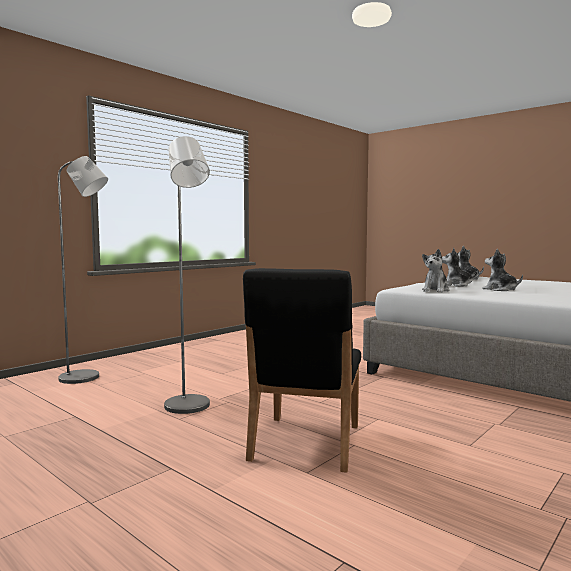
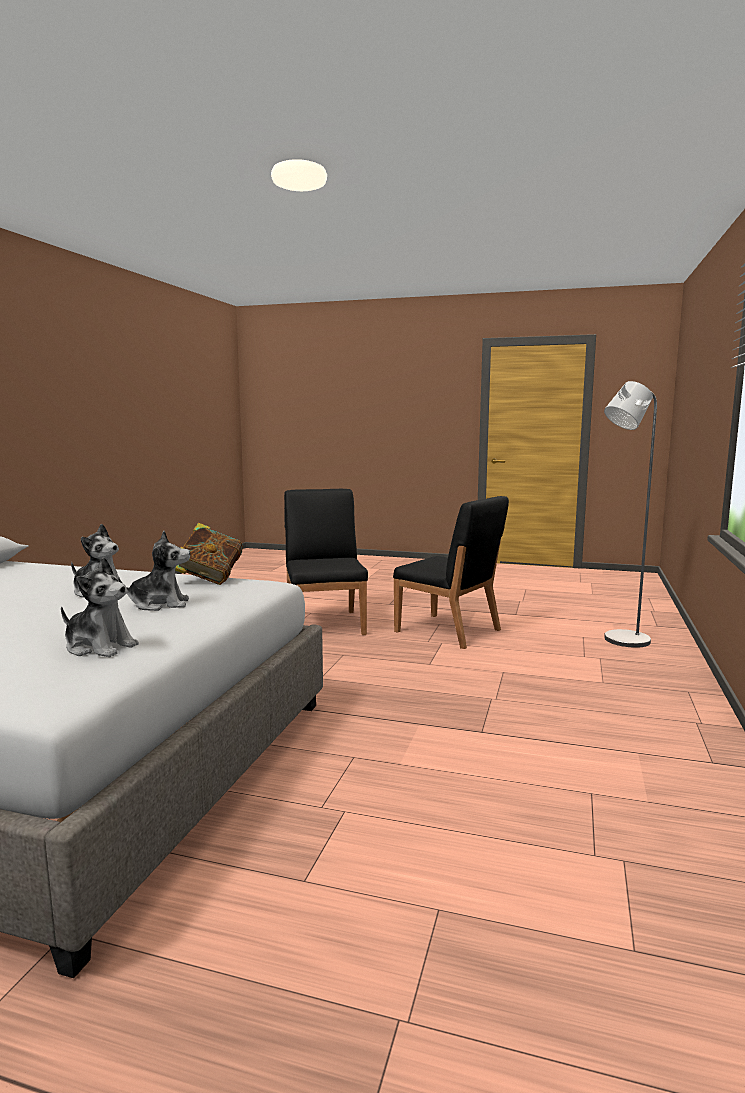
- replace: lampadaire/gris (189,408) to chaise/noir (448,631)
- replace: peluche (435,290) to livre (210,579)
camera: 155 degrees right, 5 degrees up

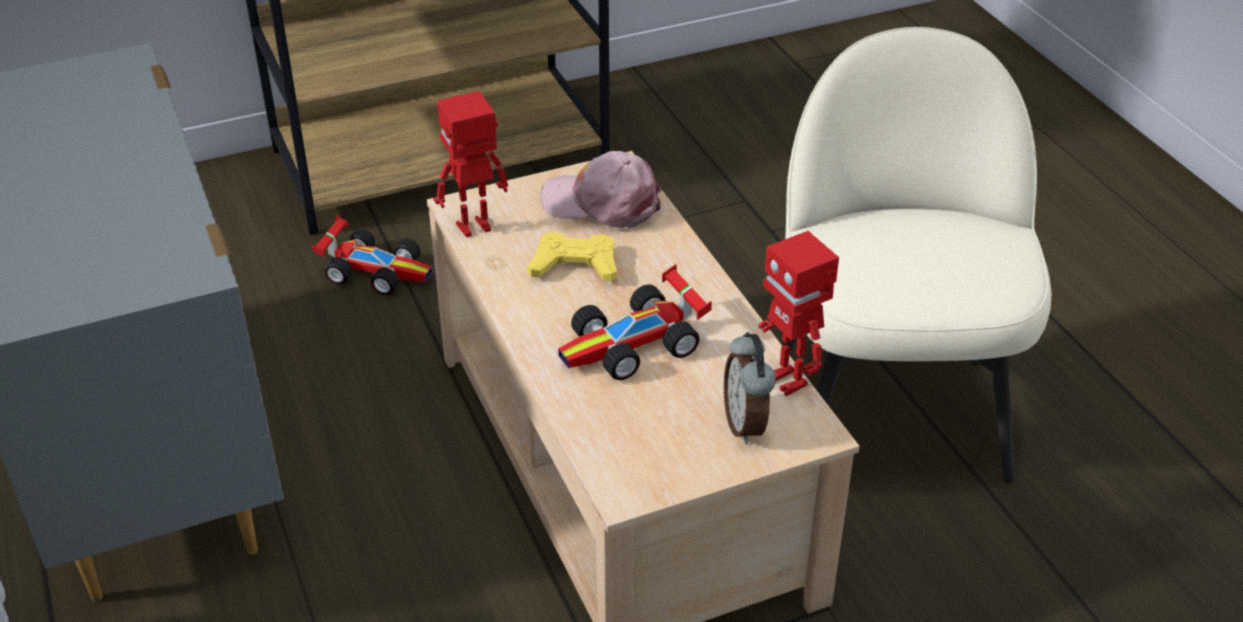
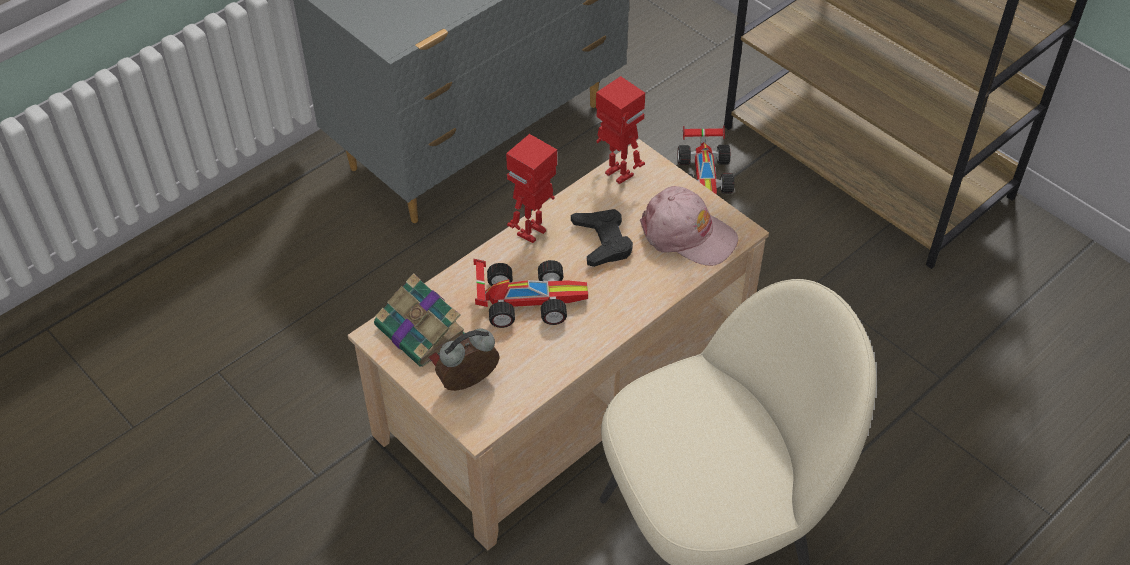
- recolor: manette/jaune (575,265) to manette/noir (602,241)
- rotate: casquette/rose (602,202) = (687,234) 120 degrees clockwise
- rotate: petite voiture (634,345) = (527,299) 135 degrees clockwise
- move: robot jouet (789,380) to (533,233)
- insert: livre (422,333)
camera: 70 degrees right, 10 degrees up

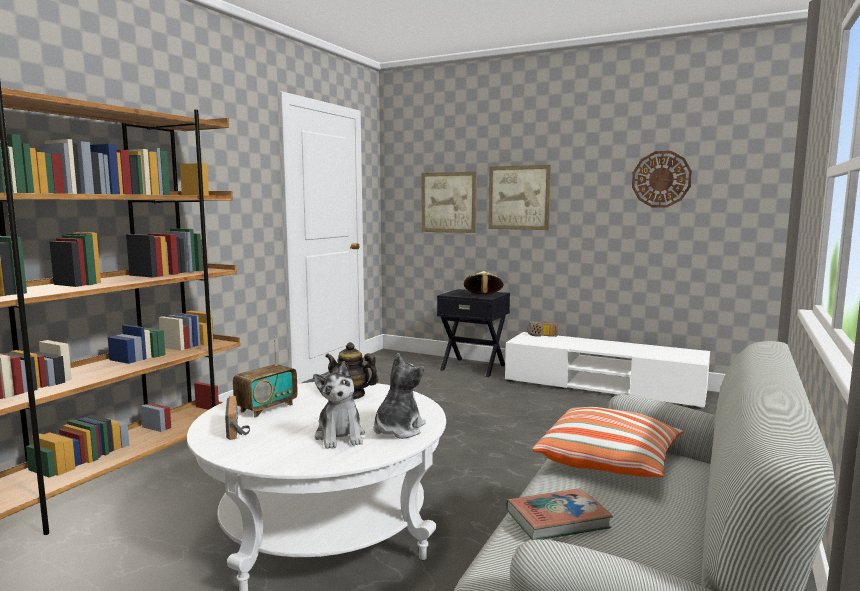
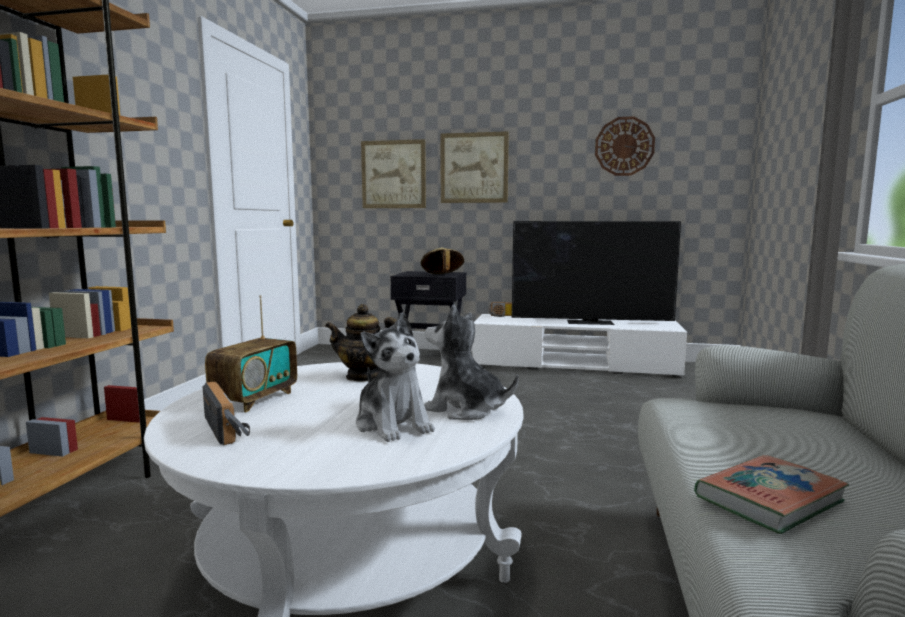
- rotate: peluche (398,430) = (465,409) 75 degrees counterclockwise
- delete: coussin (608,462)
- insert: téléviseur (591,322)
camera: 15 degrees left, 0 degrees up

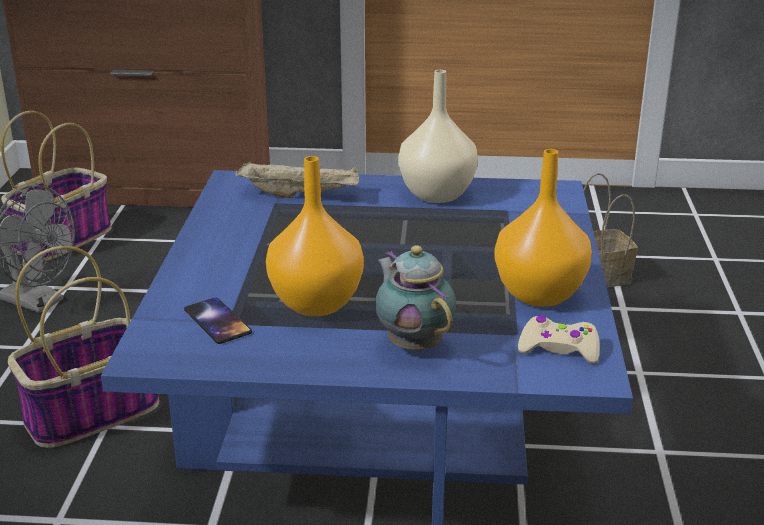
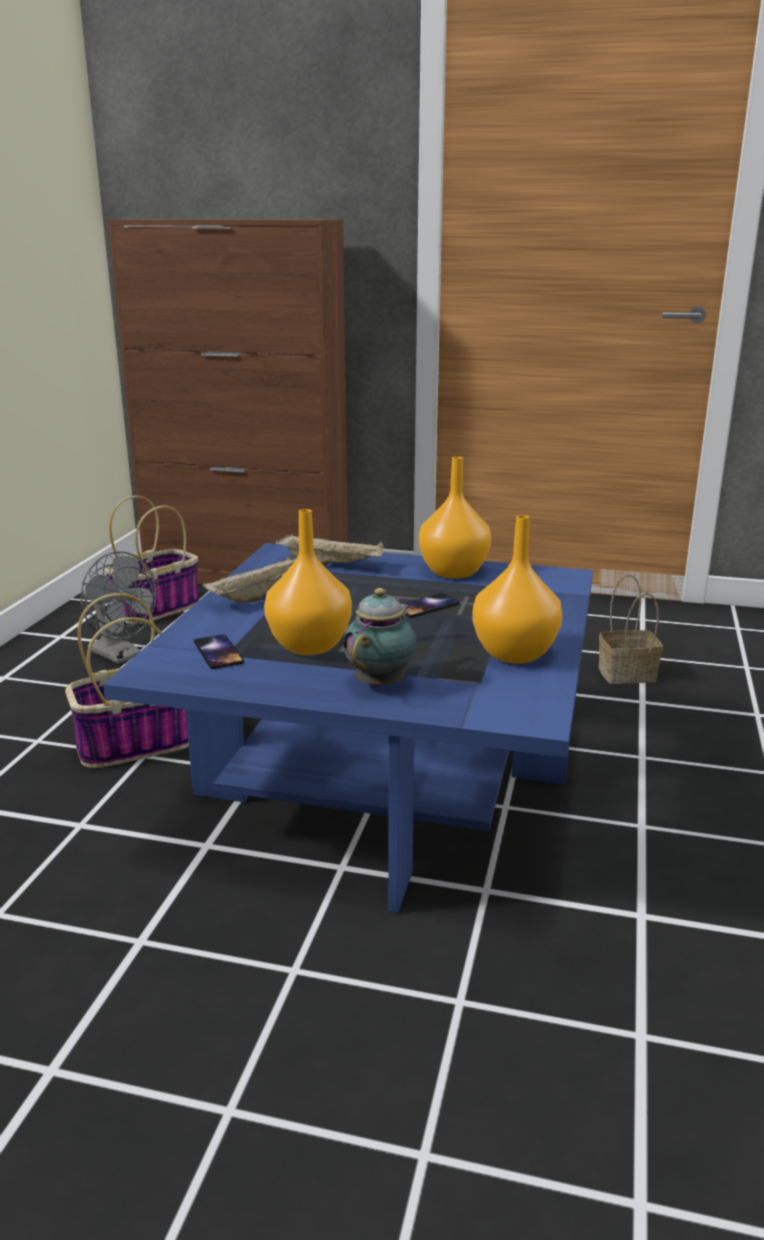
- rotate: théière (413,343) = (382,682) 45 degrees clockwise
- recolor: vase/beige (438,194) to vase/orange (455,572)
- delete: manette/beige (558,349)
- insert: plateau/beige (262,595)
- insert: téléphone (426,606)
camera: 10 degrees right, 5 degrees down

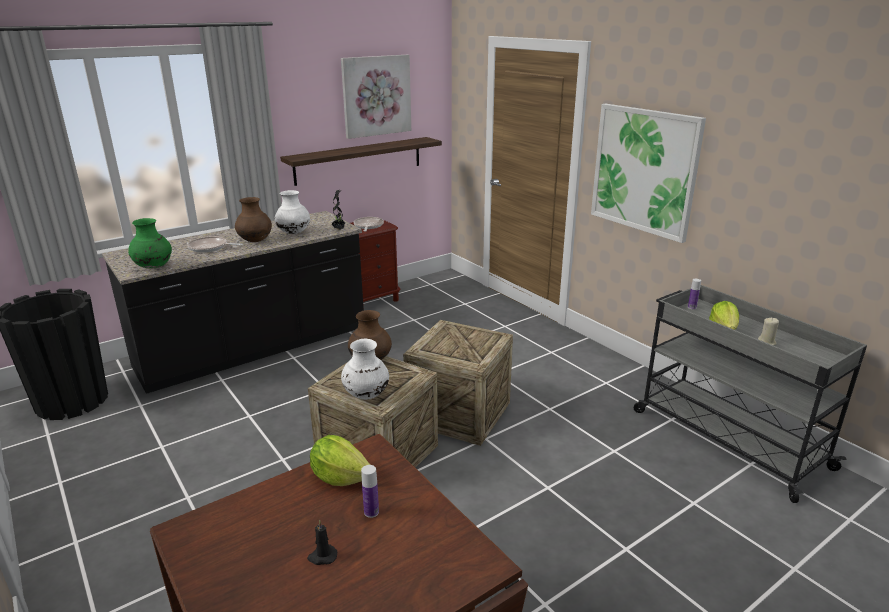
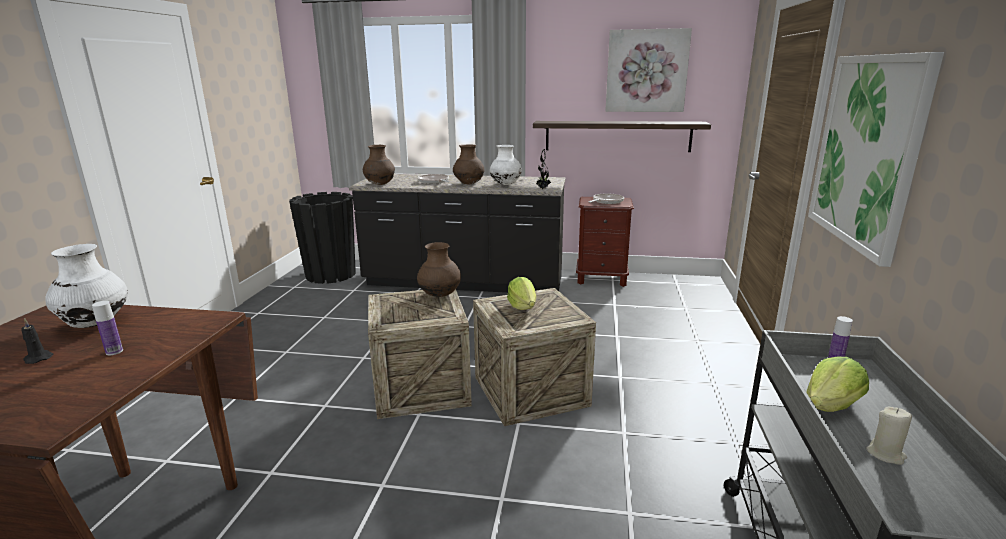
- recolor: vase/vert (153,267) to vase/marron (380,184)
- move: laitue (340,477) to (522,307)
- move: vase/blanc (366,395) to (95,324)
camera: 45 degrees right, 5 degrees down

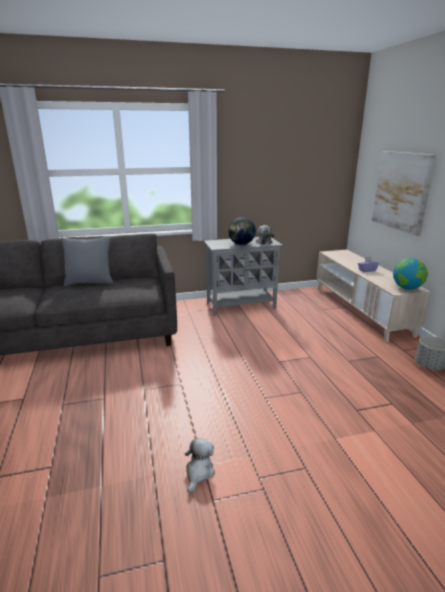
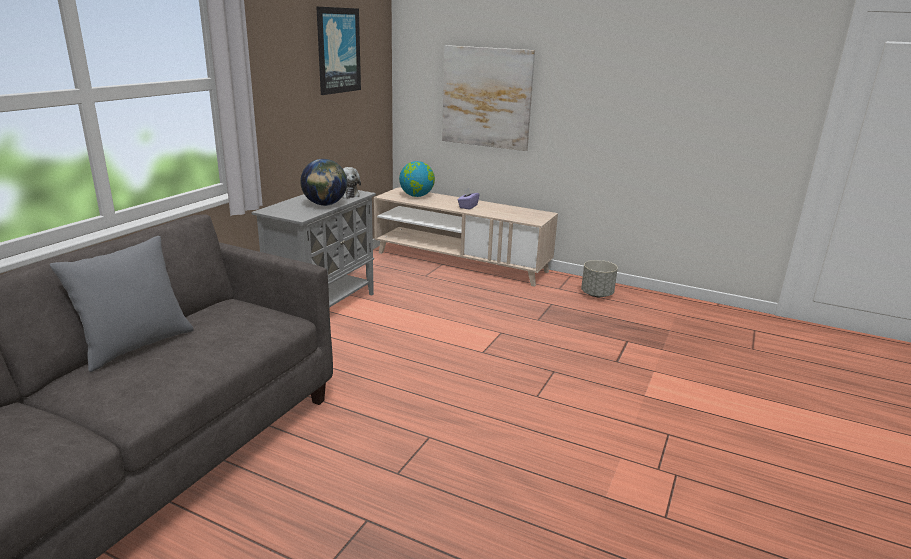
- delete: peluche (199,472)
- move: globe (407,288) to (417,196)
- insert: tableau (338,50)
camera: 50 degrees left, 0 degrees up

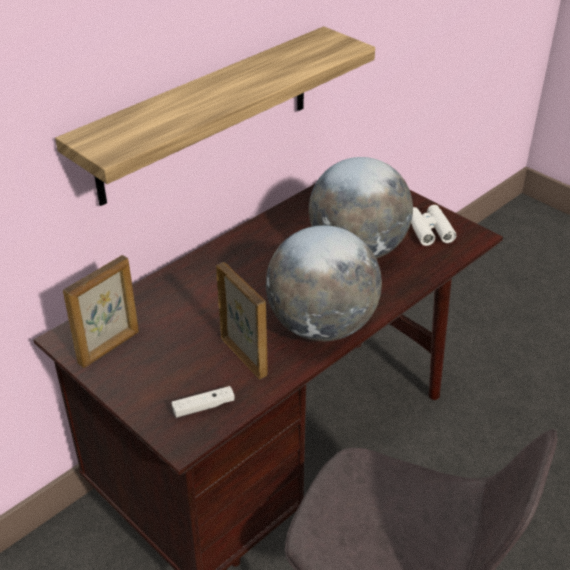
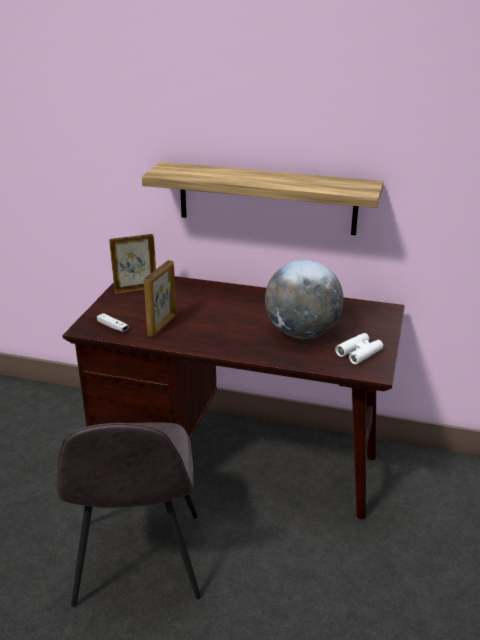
- rotate: cadre photo (110,348) = (135,289) 150 degrees clockwise
- delete: globe (321,326)
camera: 60 degrees right, 10 degrees down

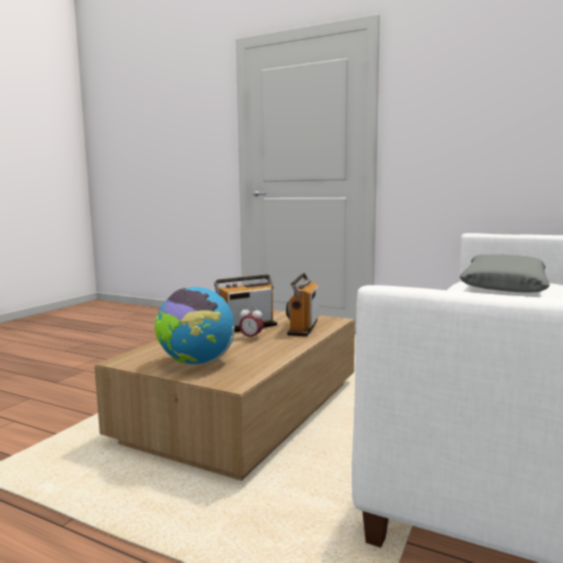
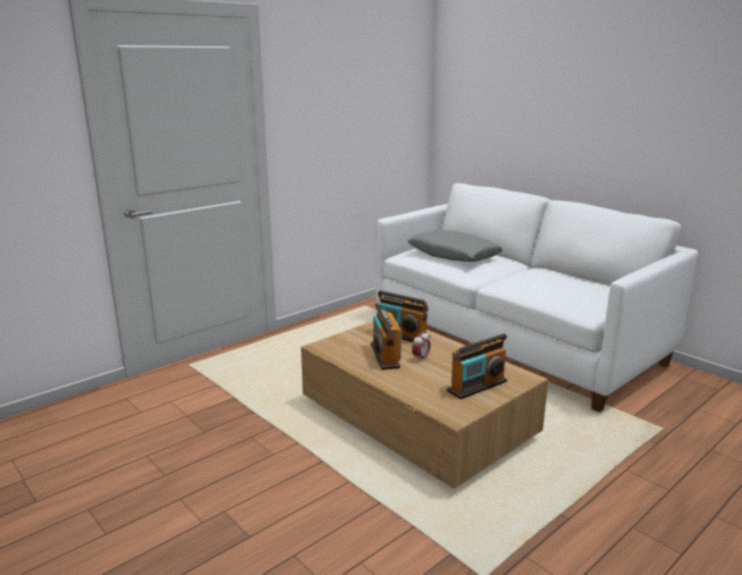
- replace: globe (196,363) to radio (477,386)
camera: 70 degrees left, 10 degrees up

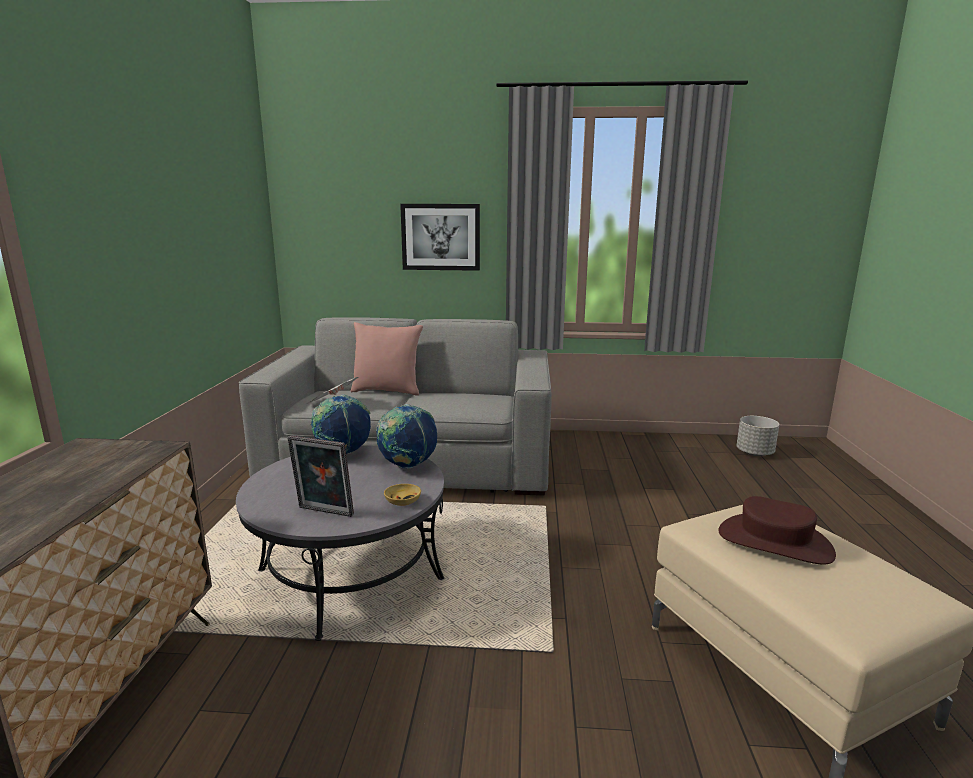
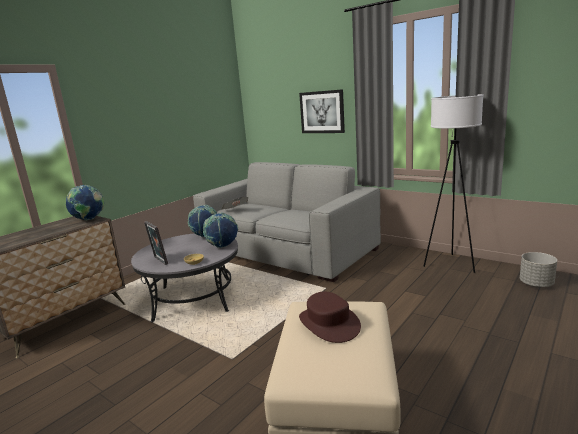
- delete: coussin/rose (387,391)
- insert: globe (89,220)
- insert: lampadaire/blanc (450,264)
camera: 35 degrees right, 0 degrees up

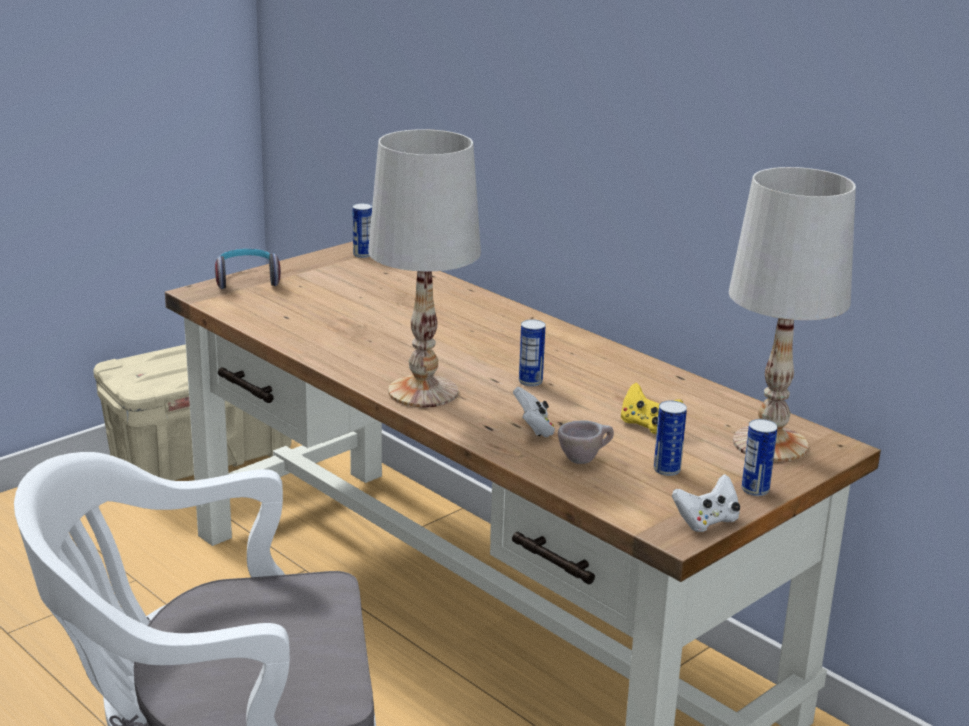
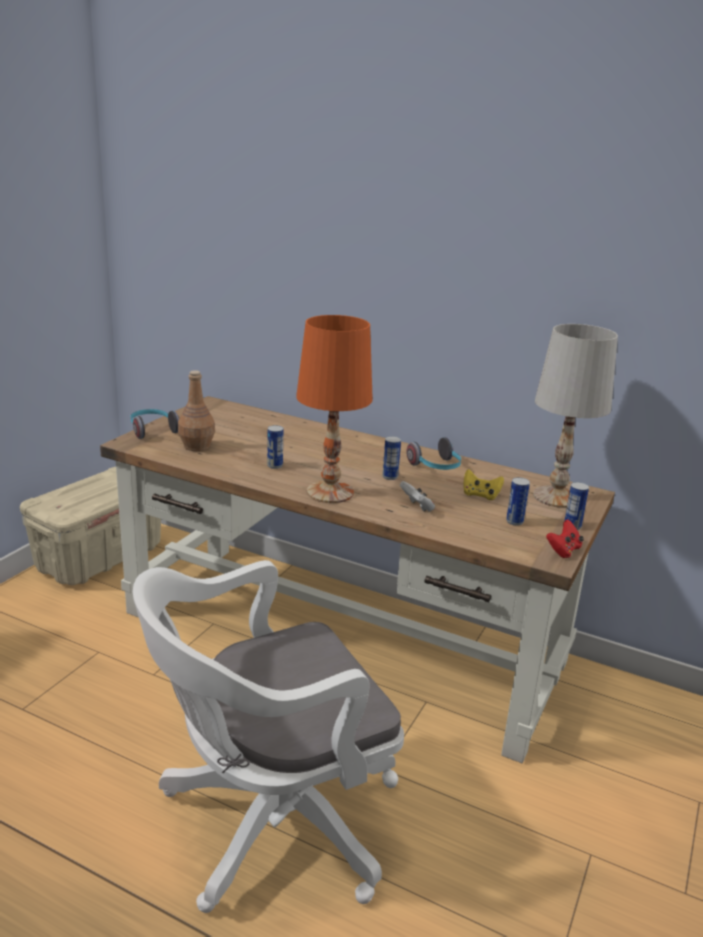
- move: boîte métallique (362,254) to (275,465)
- recolor: lampe de table/blanc (424,392) to lampe de table/orange (330,492)
- delete: tasse/beige (584,459)
- recolor: manette/blanc (706,521) to manette/rouge (563,550)
- insert: bouteille/marron (196,446)
- insert: casque audio (436,467)
camera: 20 degrees left, 0 degrees up

